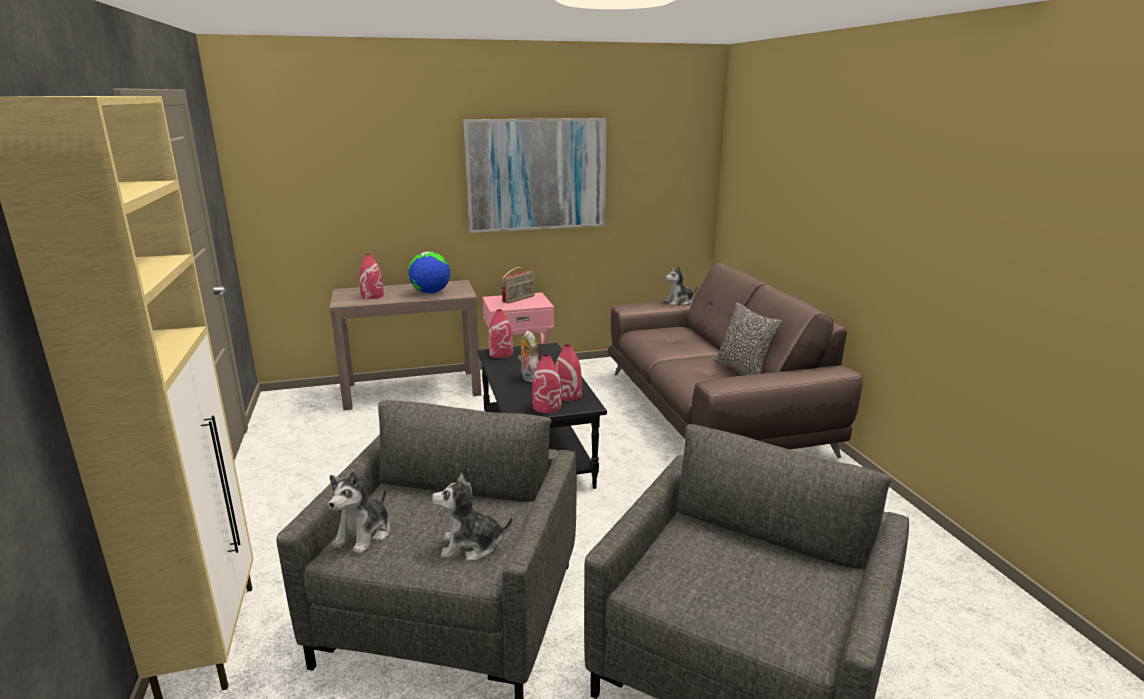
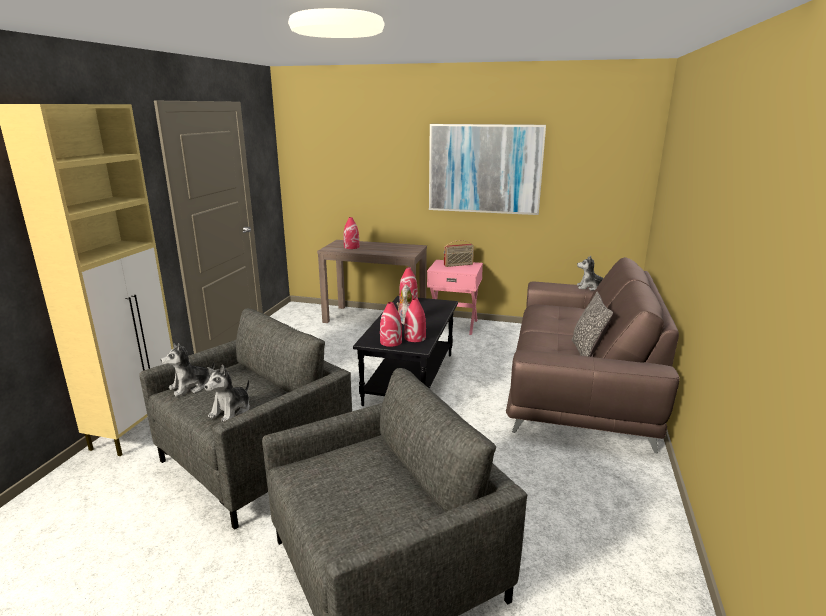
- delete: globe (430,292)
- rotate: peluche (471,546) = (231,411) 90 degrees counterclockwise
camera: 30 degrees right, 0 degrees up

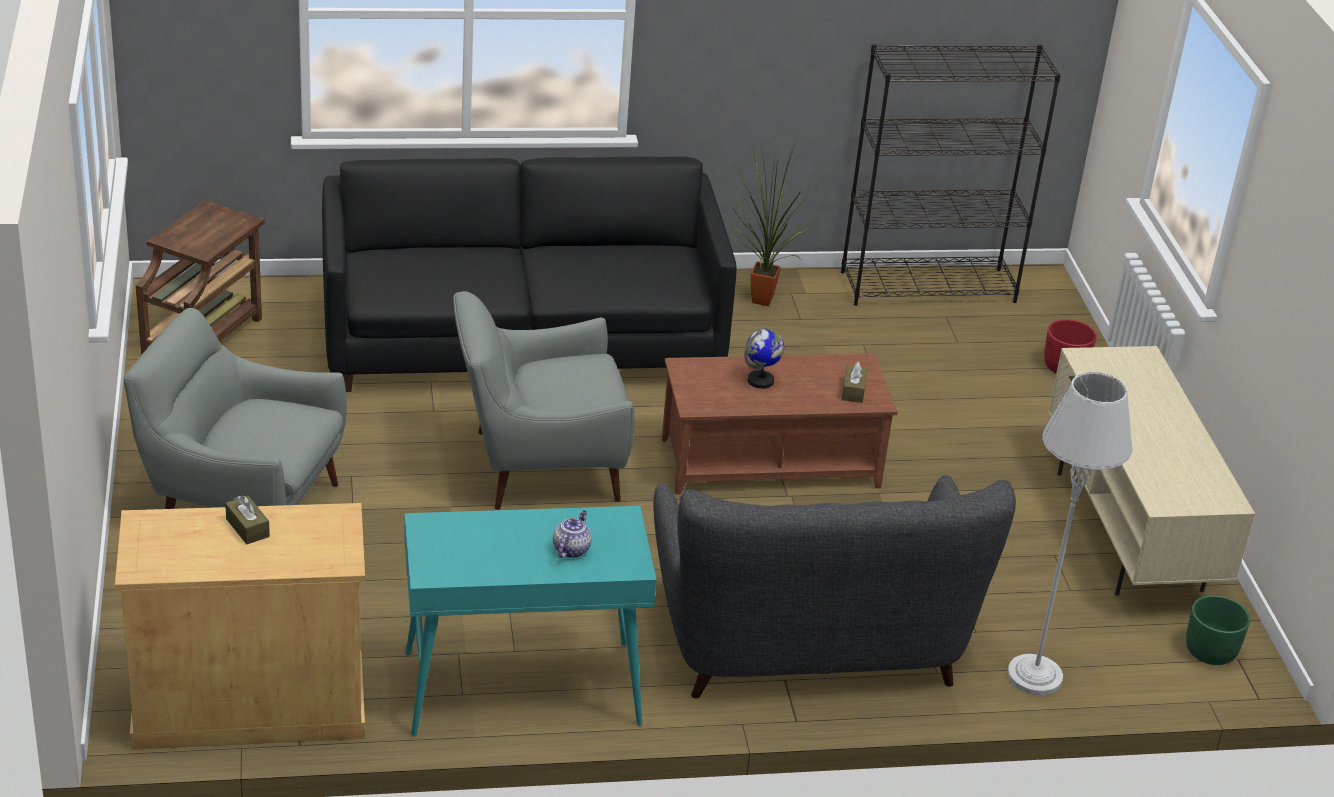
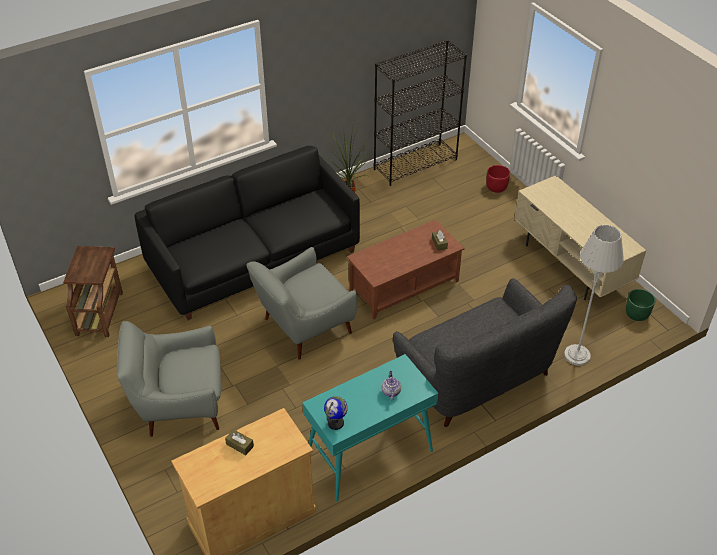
- move: globe (761,381) to (336,423)
camera: 20 degrees left, 10 degrees up

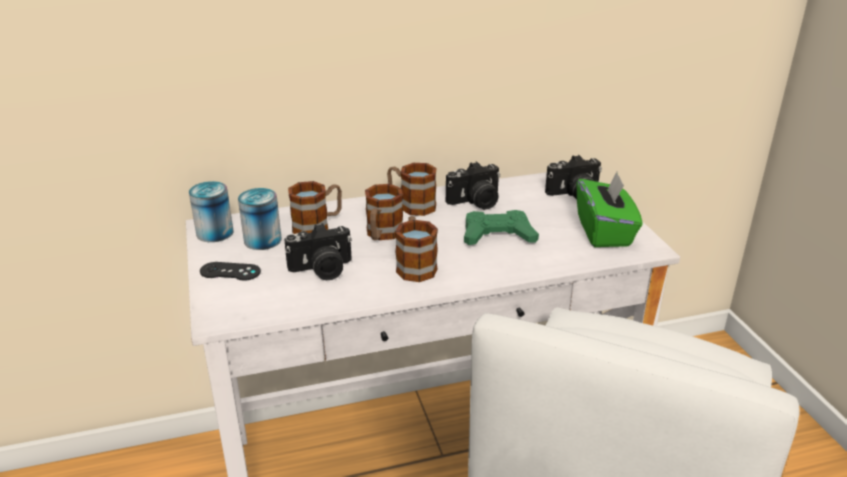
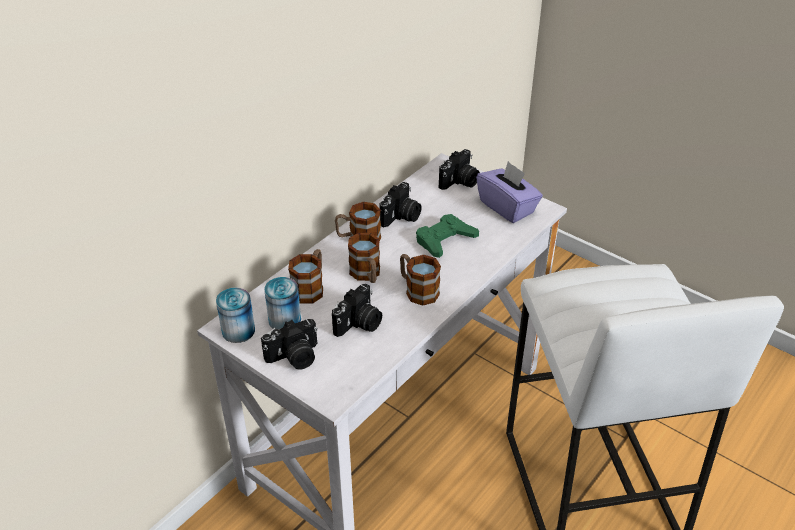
- replace: manette/noir (230,271) to appareil photo (294,357)
- recolor: boîte à mouchoirs/vert (604,232) to boîte à mouchoirs/violet (507,207)
camera: 35 degrees left, 10 degrees up

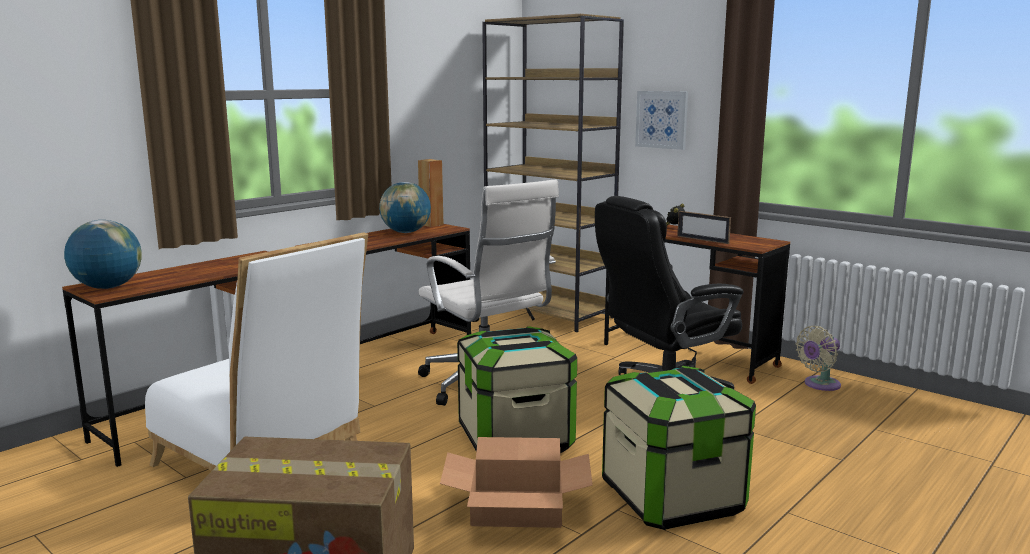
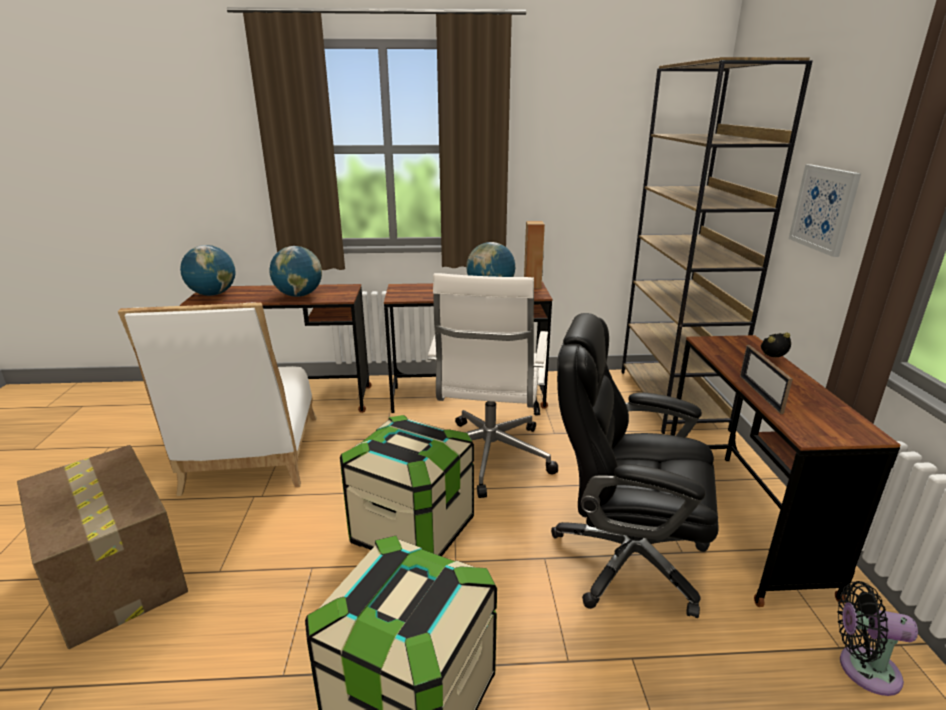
- delete: carton (517,508)
- recolor: ventilateur/beige (819,385) to ventilateur/noir (862,668)
- insert: globe (299,295)
camera: 45 degrees right, 10 degrees up

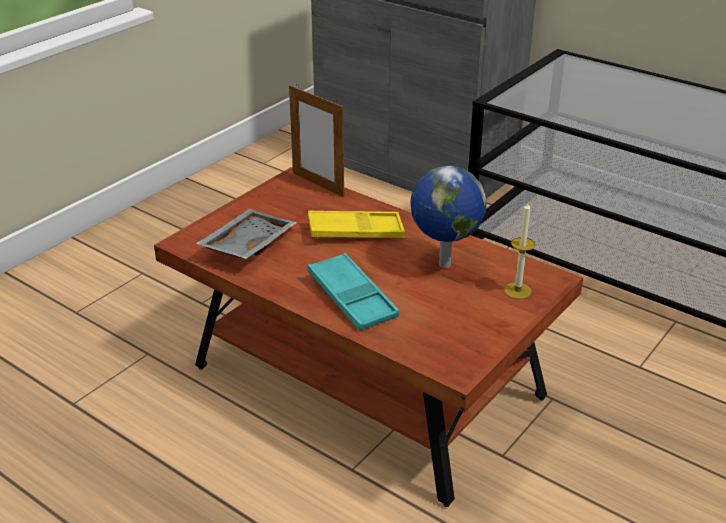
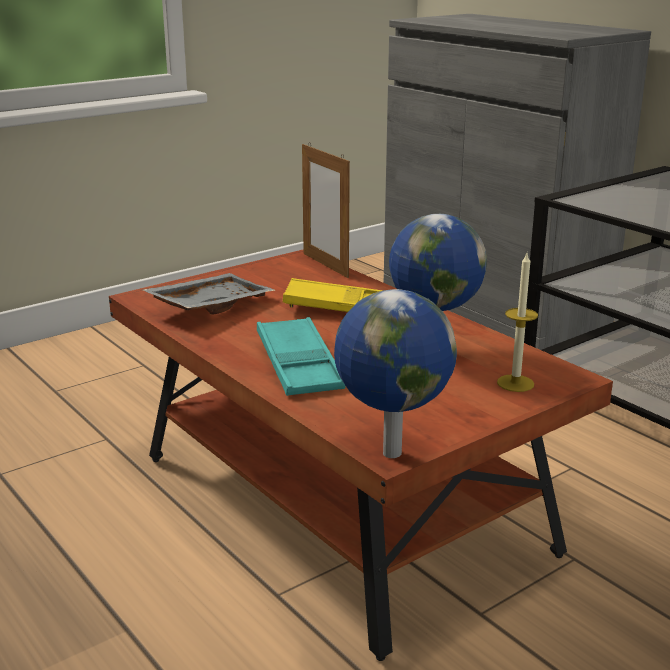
- insert: globe (389,453)
camera: 15 degrees right, 10 degrees down

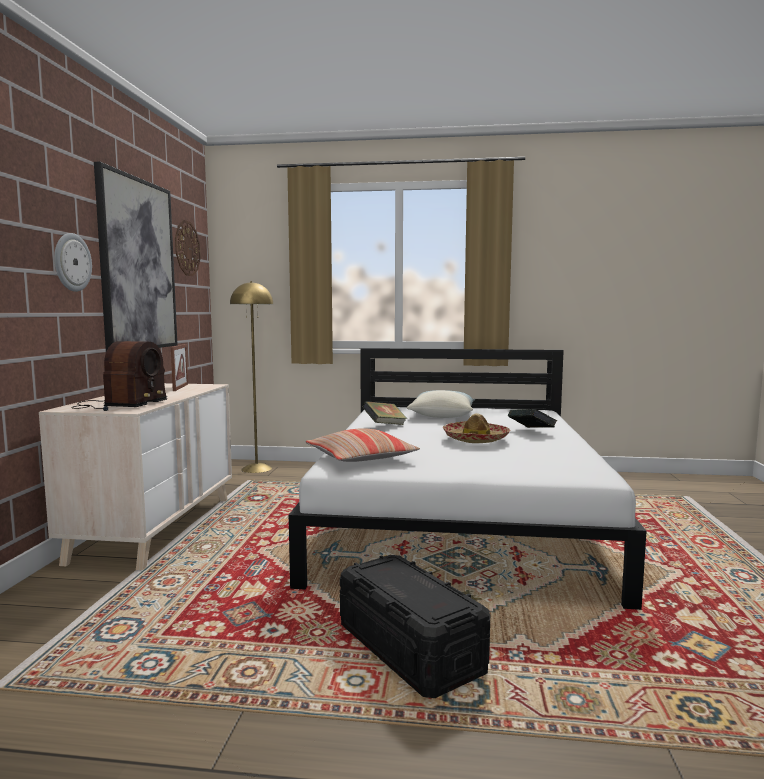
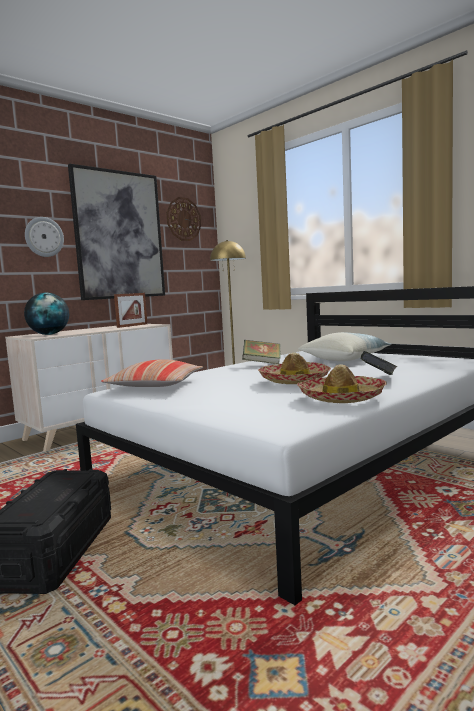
- replace: radio (119,405) to globe (49,334)
- insert: chapeau (341,398)
camera: 40 degrees right, 0 degrees up

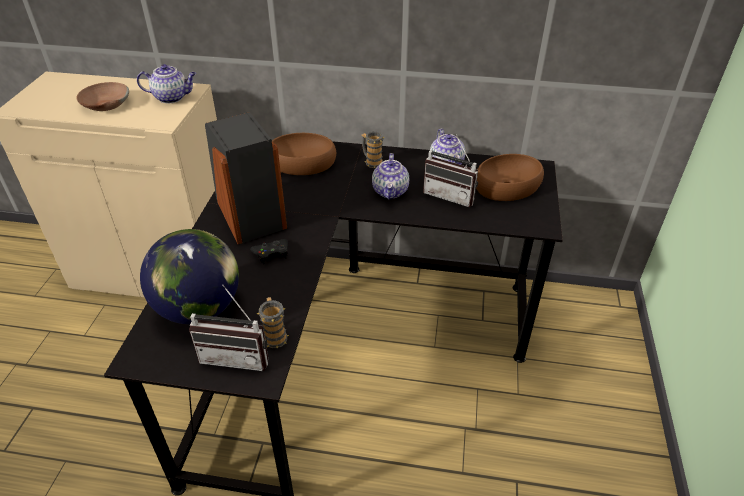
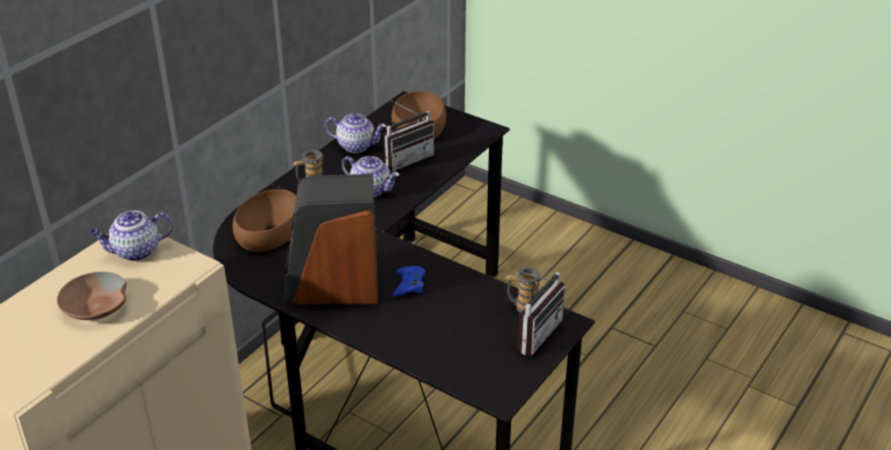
- rotate: théière (172,97) = (135,252) 135 degrees counterclockwise
- delete: globe (199,309)
- recolor: manette/noir (271,253) to manette/bleu (409,285)
camera: 65 degrees left, 5 degrees down

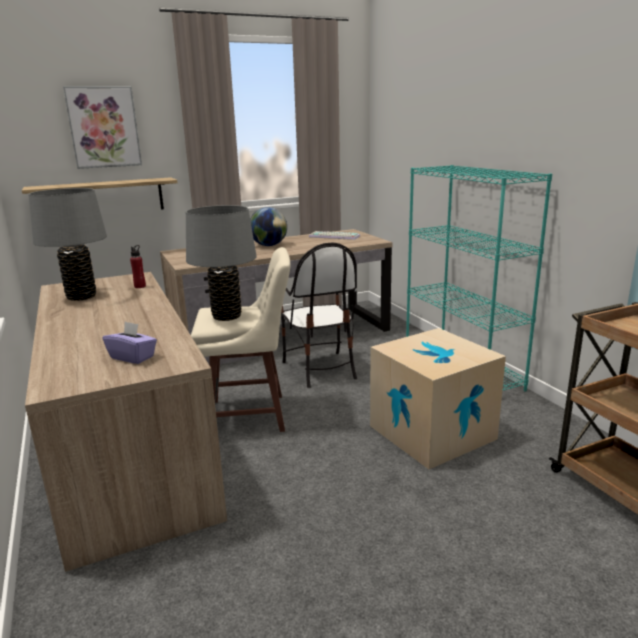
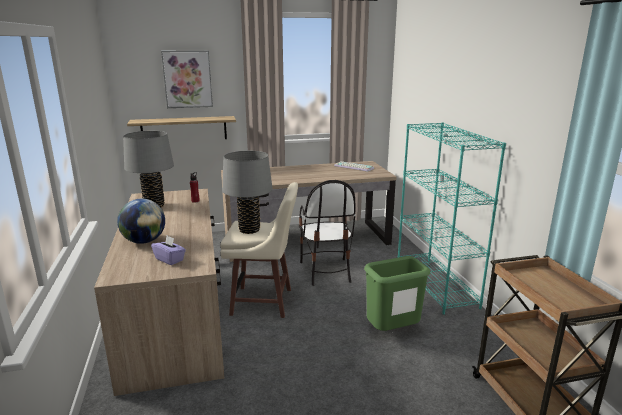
- move: globe (269,245) to (144,241)
- replace: carton (432,432) to poubelle/vert (392,333)
camera: 10 degrees right, 0 degrees up

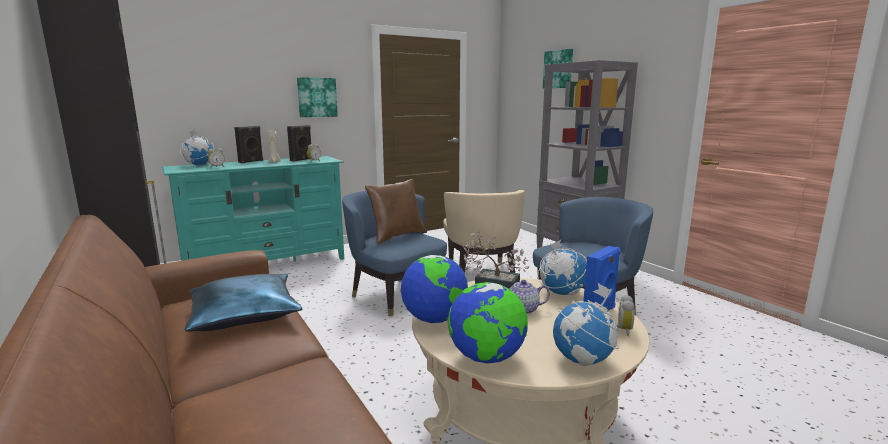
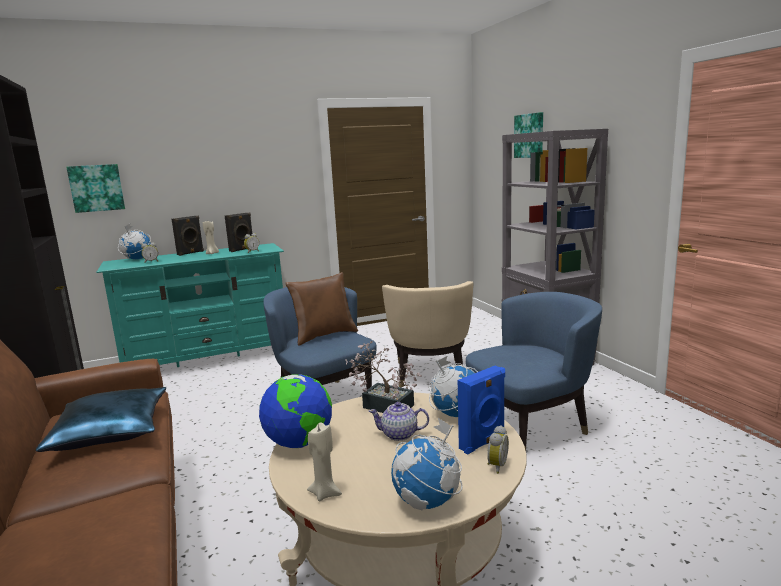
- move: tableau (317,97) to (96,188)
- replace: globe (486,358) to bougie/beige (325,493)
camera: 10 degrees right, 0 degrees up

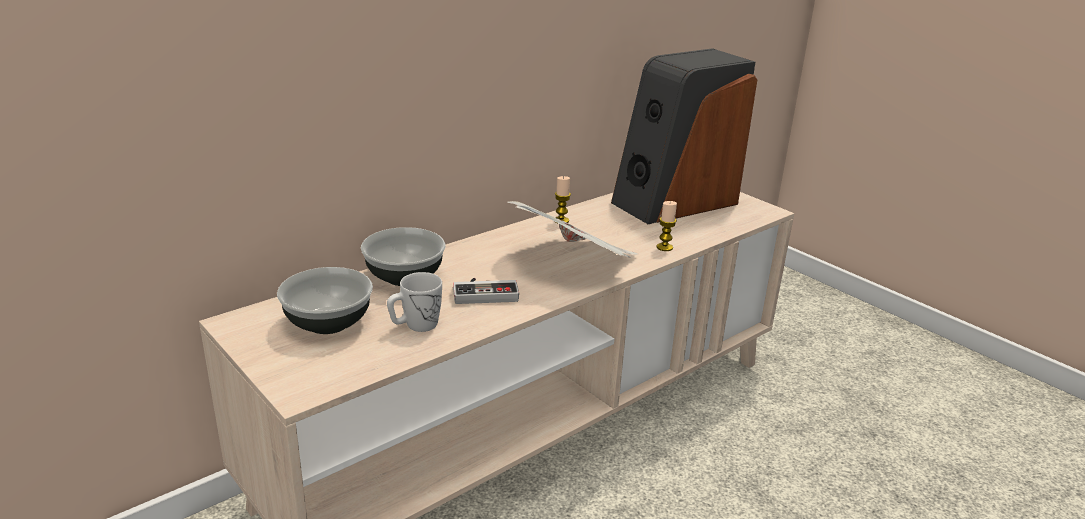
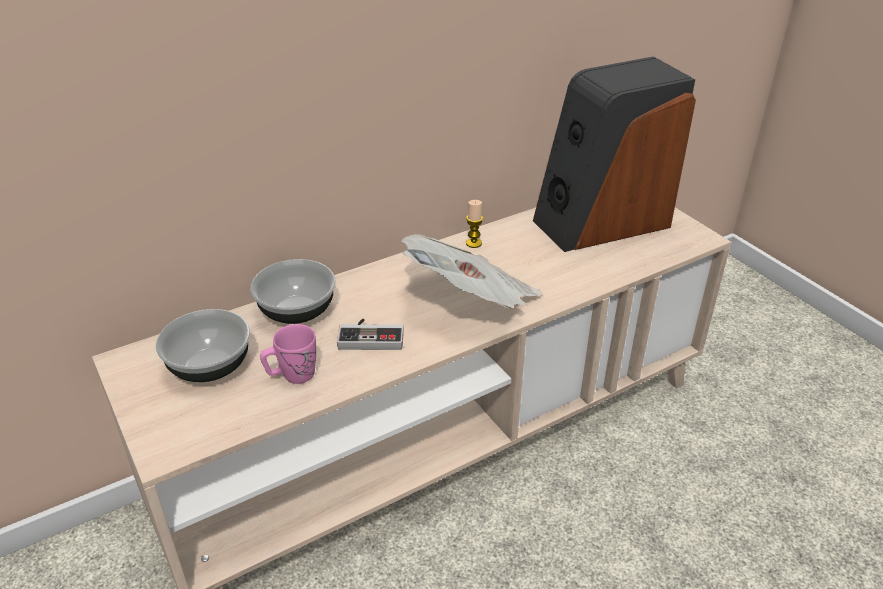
- recolor: mug/blanc (415,326) to mug/rose (292,375)
- delete: bougie (664,247)
camera: 10 degrees right, 10 degrees up

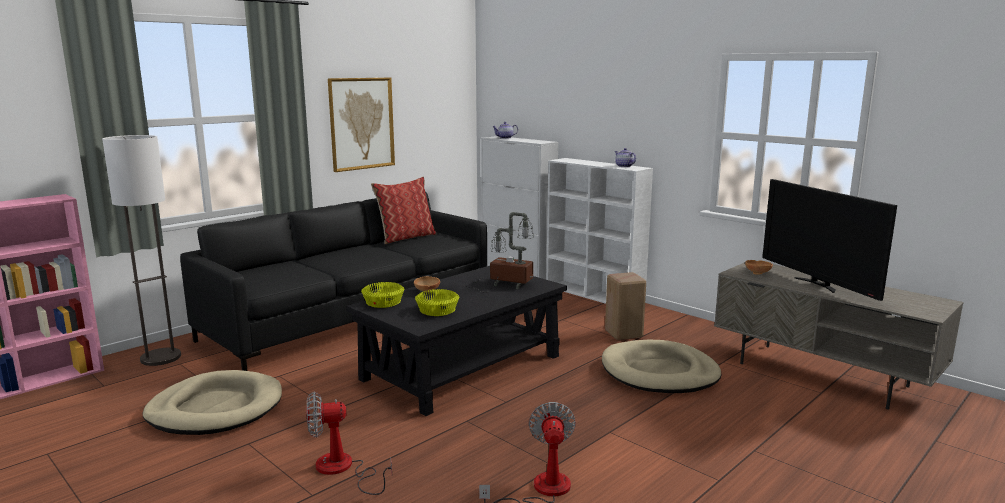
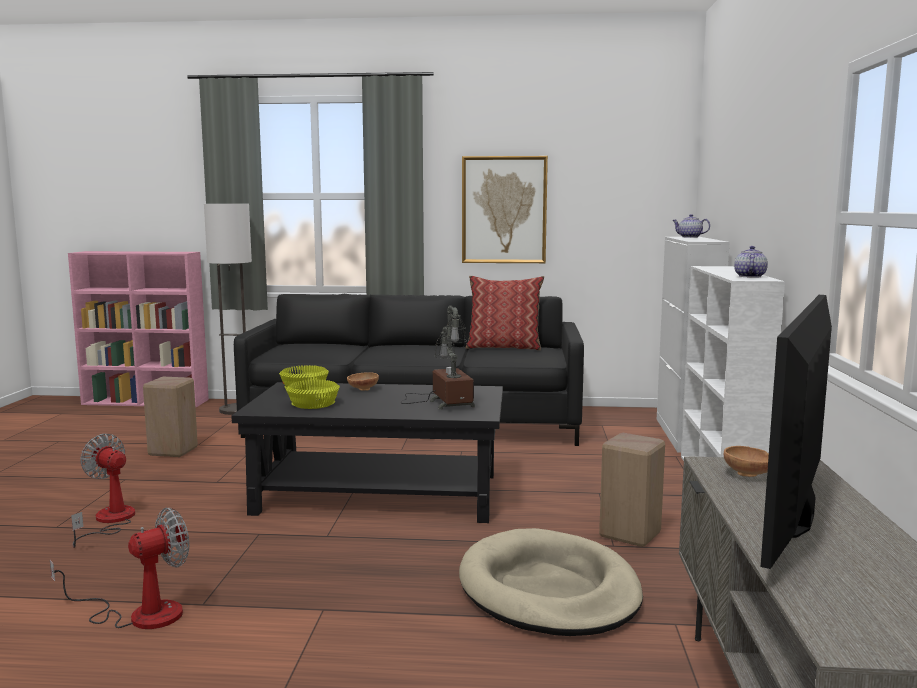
- replace: panier pour chien/beige (216,408) to tabouret/beige (172,451)
camera: 50 degrees right, 5 degrees down

